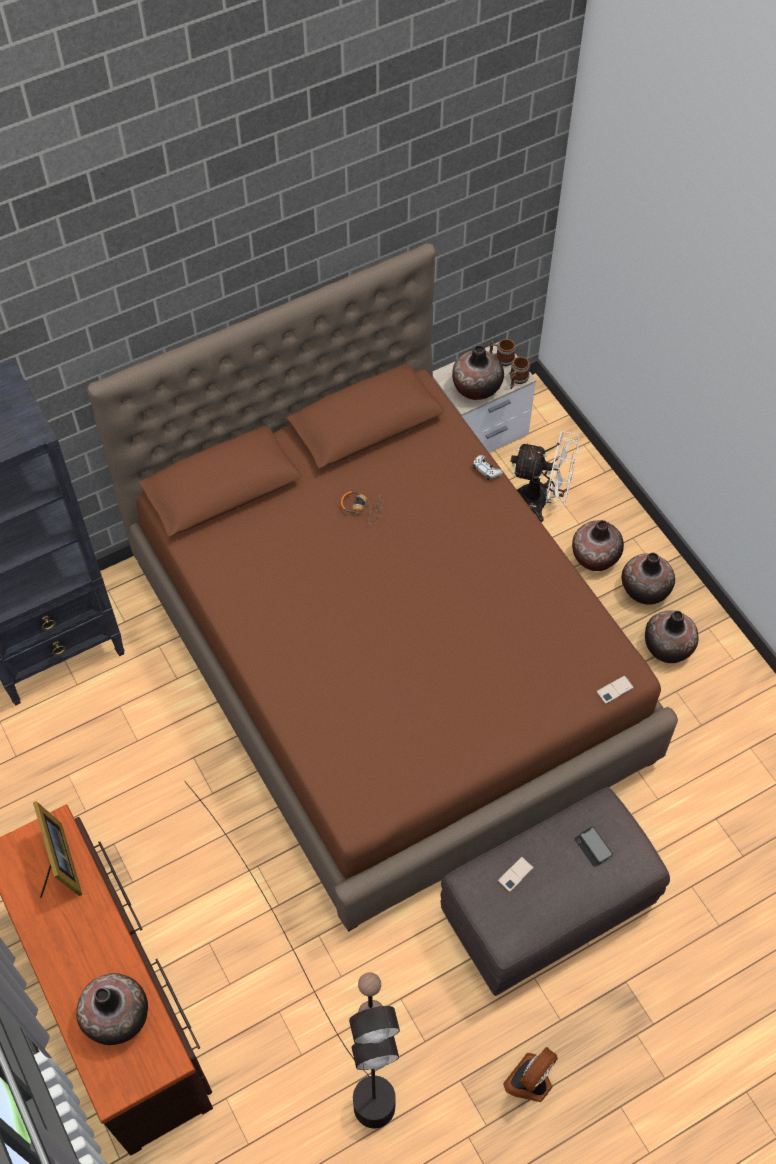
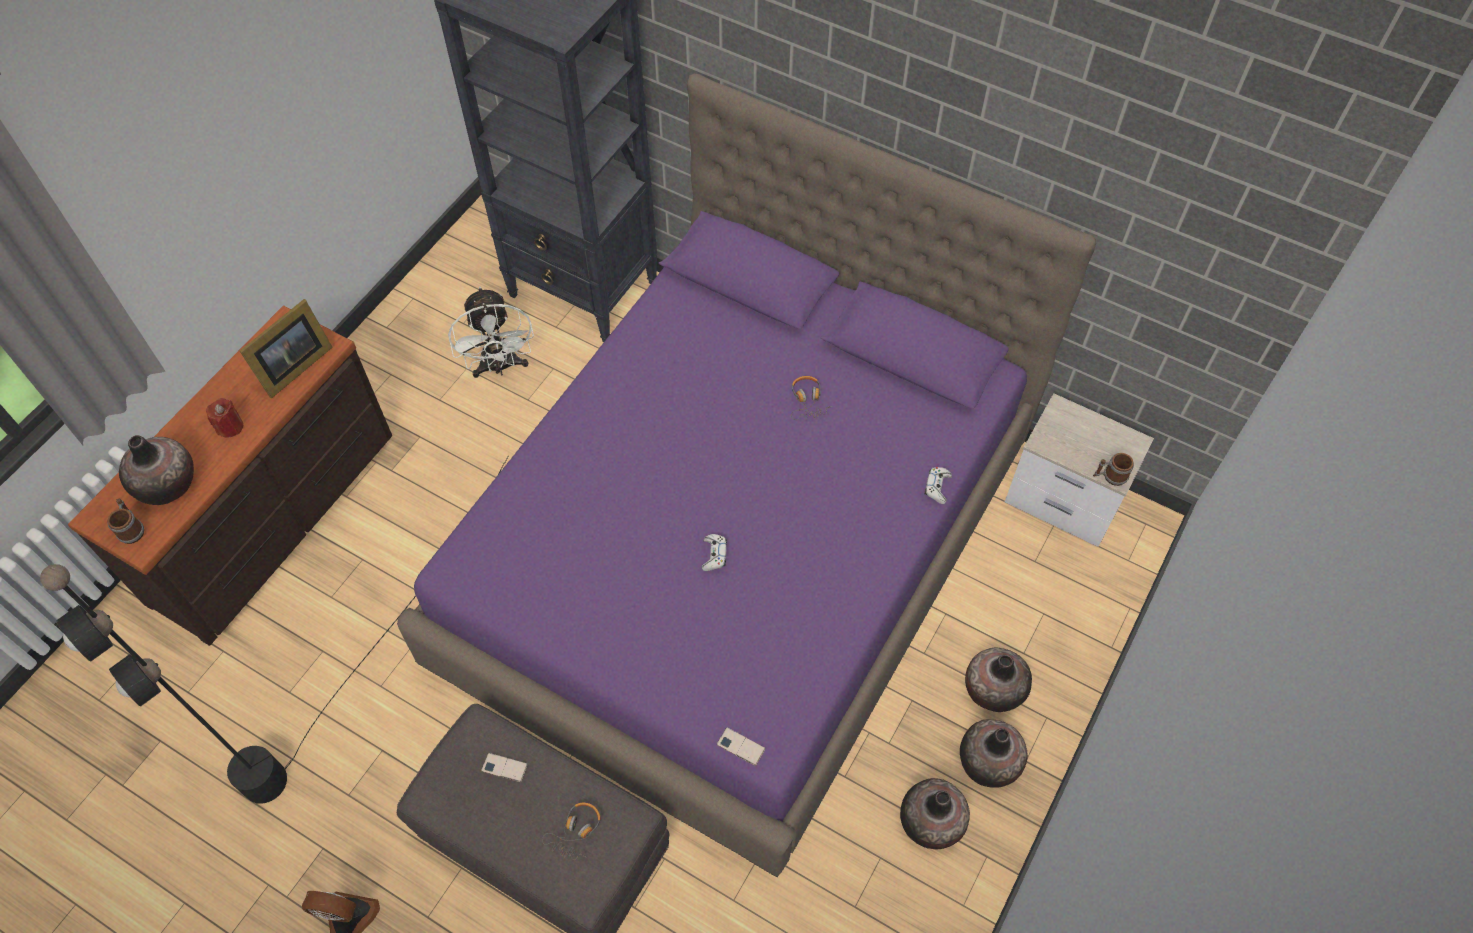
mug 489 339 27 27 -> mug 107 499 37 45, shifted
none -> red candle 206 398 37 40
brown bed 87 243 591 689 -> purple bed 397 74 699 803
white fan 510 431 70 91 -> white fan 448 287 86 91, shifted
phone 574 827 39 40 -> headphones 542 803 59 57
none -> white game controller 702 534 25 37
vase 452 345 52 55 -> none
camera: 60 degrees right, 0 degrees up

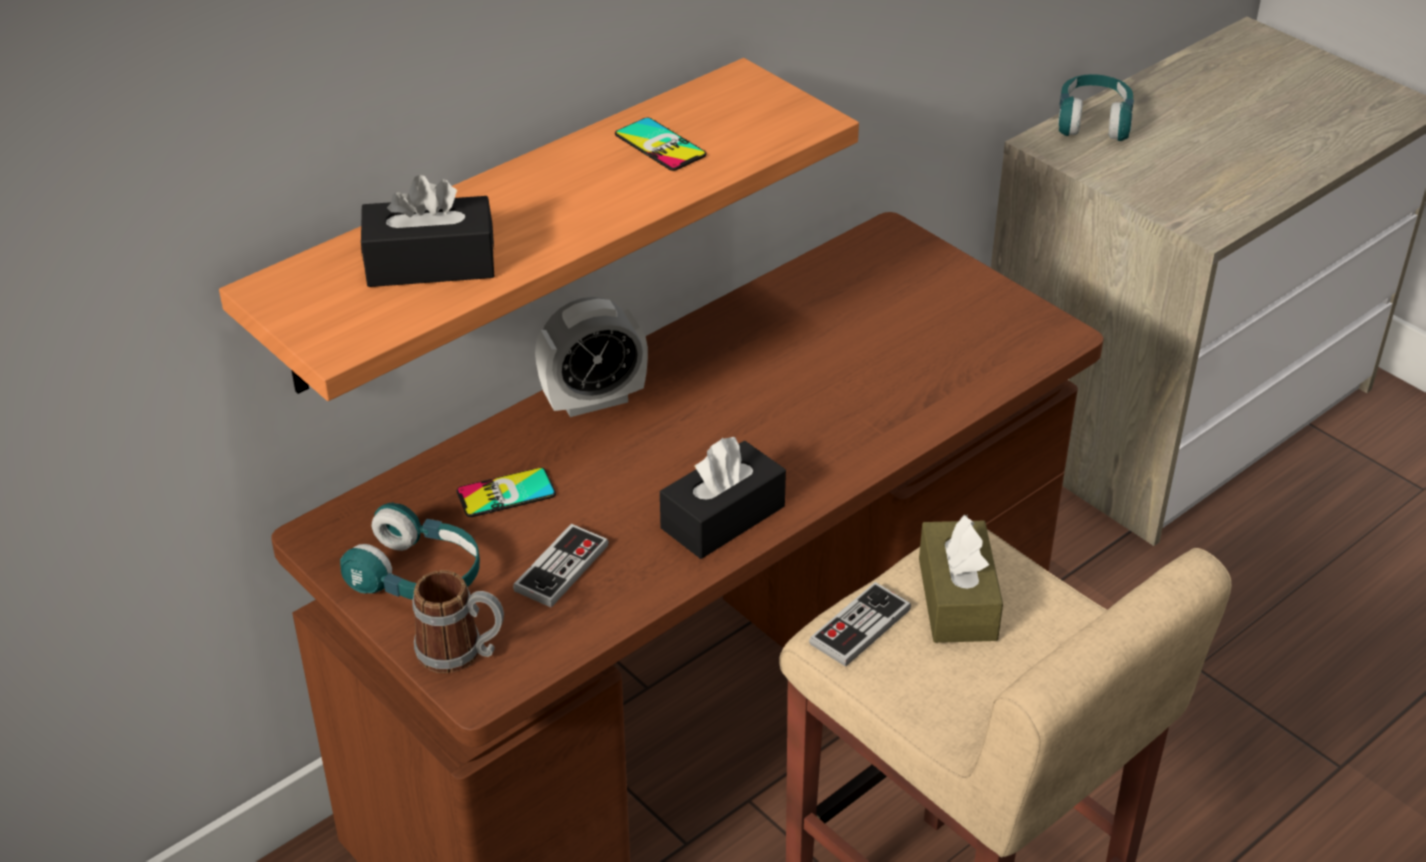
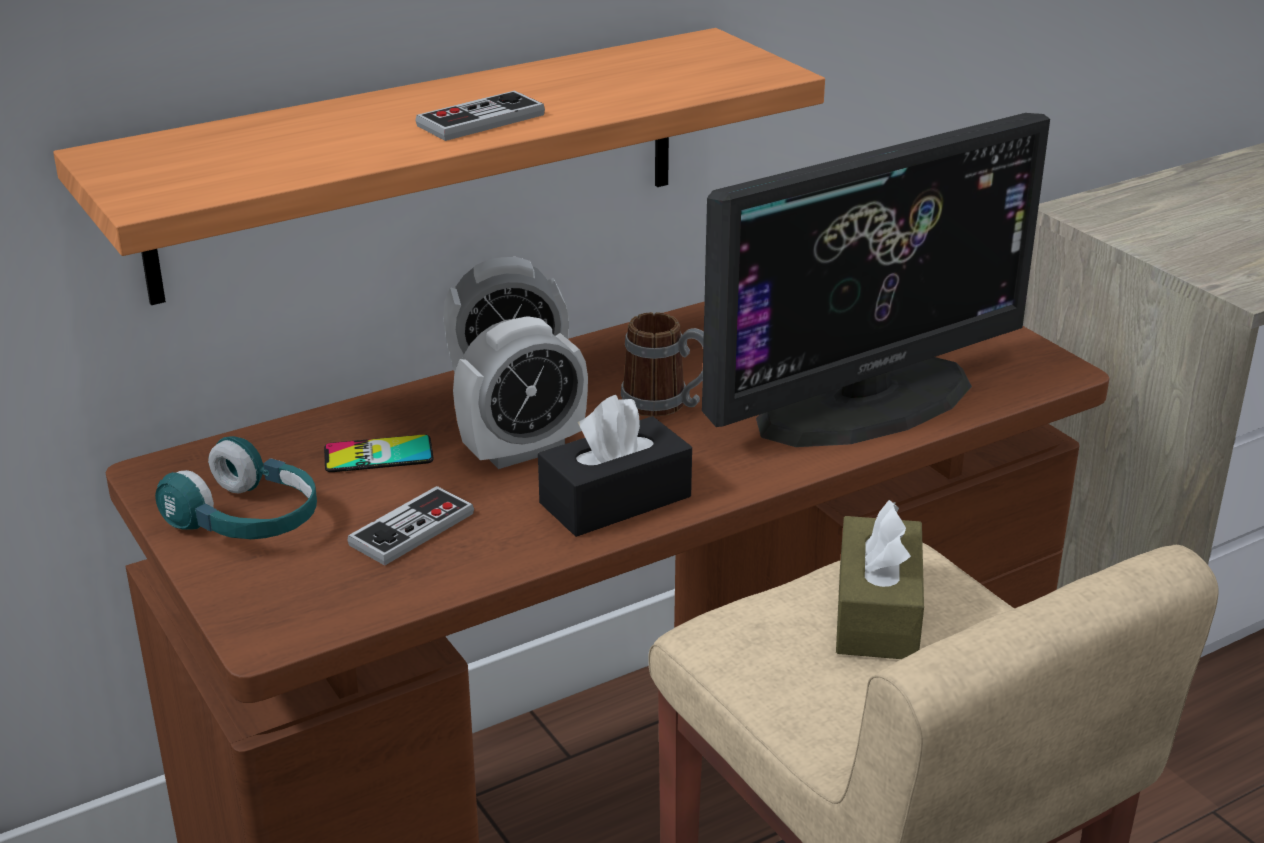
game controller 809 582 102 85 -> game controller 415 90 130 51, shifted
none -> alarm clock 453 316 135 153
mug 412 570 92 103 -> mug 621 312 83 105, shifted
none -> monitor 702 113 348 334
black tissue box 361 175 134 112 -> none
phone 615 118 91 53 -> none
turquoise headphones 1058 74 76 67 -> none
camera: 10 degrees right, 10 degrees down

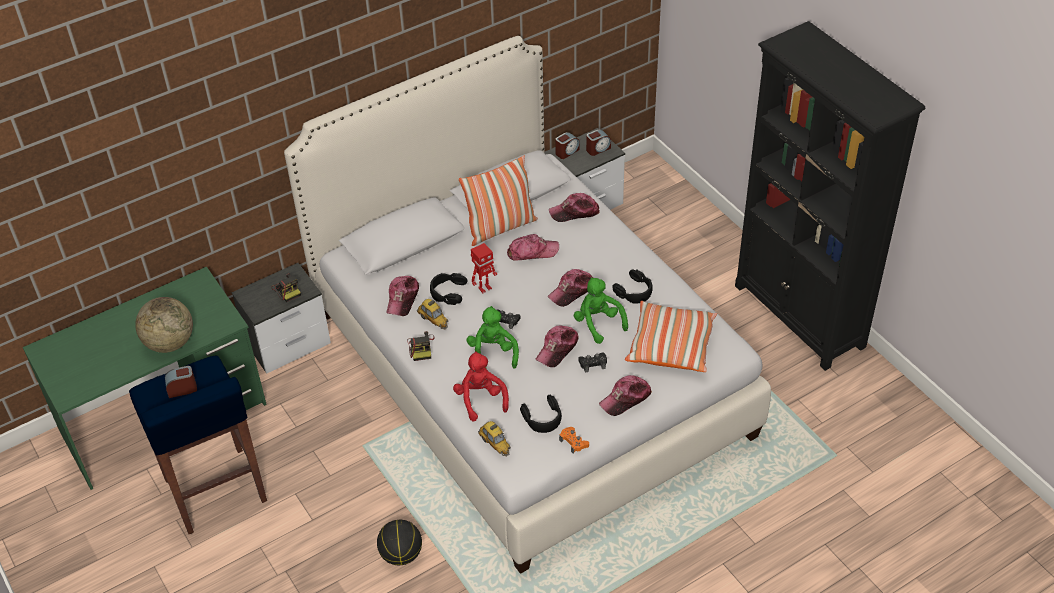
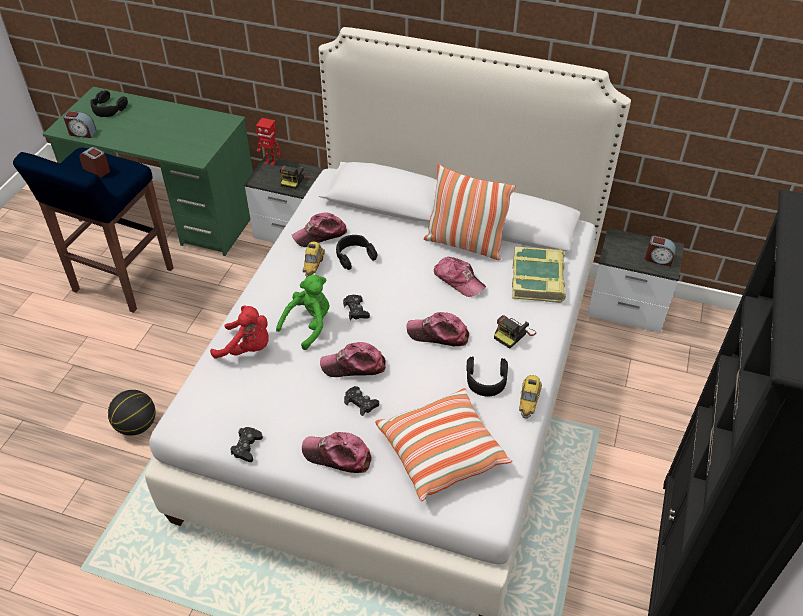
alarm clock 555 132 25 27 -> alarm clock 63 111 33 27, shifted
black headphones 520 394 42 39 -> black headphones 90 90 38 27, shifted
red plush toy 453 351 56 71 -> red plush toy 210 305 59 53, 75 degrees clockwise
orange game controller 559 427 30 27 -> black game controller 230 427 33 35
toy robot 471 243 26 51 -> toy robot 256 118 25 48, shifted
photo camera 407 331 28 30 -> photo camera 494 315 42 34, shifted
cap 549 193 51 29 -> book 512 247 54 56
toy car 478 421 33 35 -> toy car 519 375 23 44, shifted
globe 135 297 58 56 -> none
green plush toy 574 277 54 67 -> none
camera: 50 degrees right, 0 degrees up

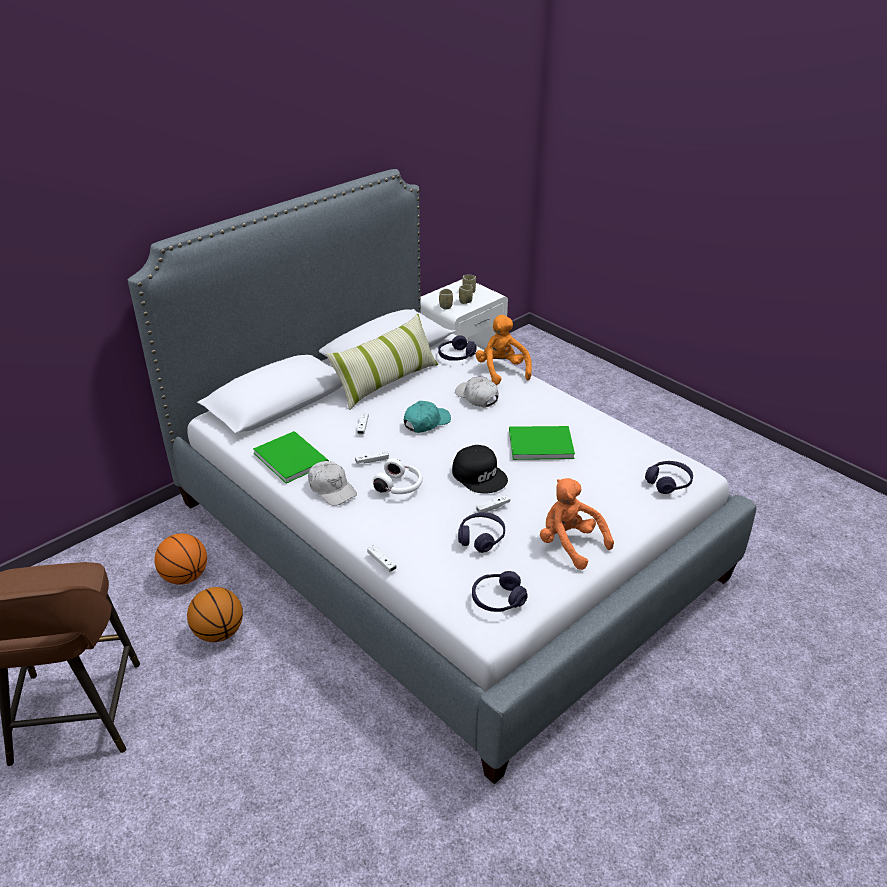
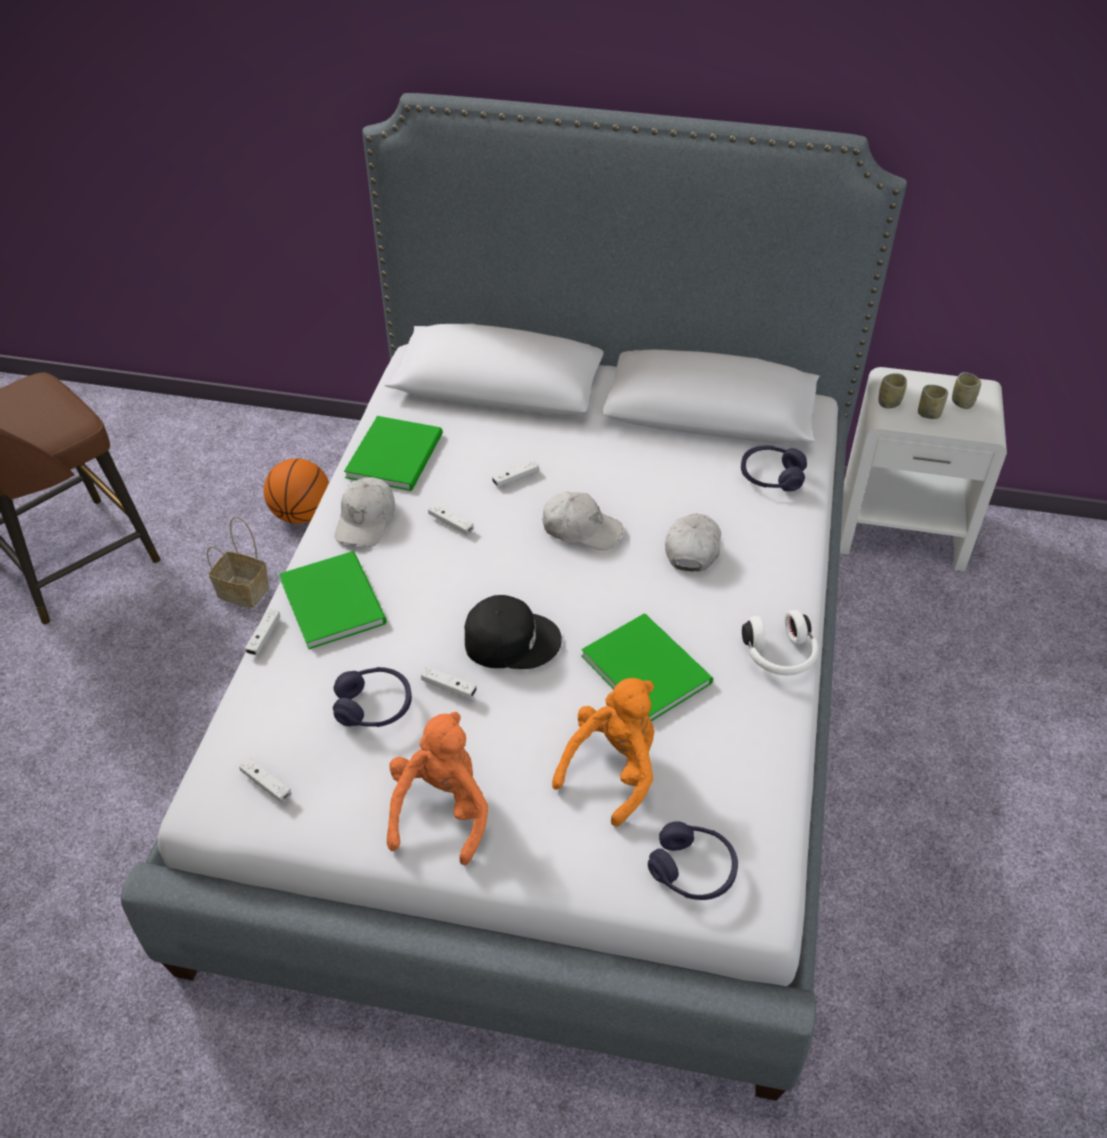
basketball 187 587 56 55 -> basket 207 517 62 91
purple headphones 472 571 56 41 -> white game controller 239 758 52 45
none -> green book 279 551 108 98
black cap 452 445 56 49 -> black cap 464 595 98 74, 105 degrees counterclockwise
turquoise cap 404 401 47 32 -> white cap 543 492 80 58
orange plush toy 475 315 57 70 -> orange plush toy 552 678 102 149, shifted
white headphones 373 458 50 36 -> white headphones 742 610 77 65, shifted
pillow 326 314 112 96 -> none
camera: 55 degrees right, 10 degrees up

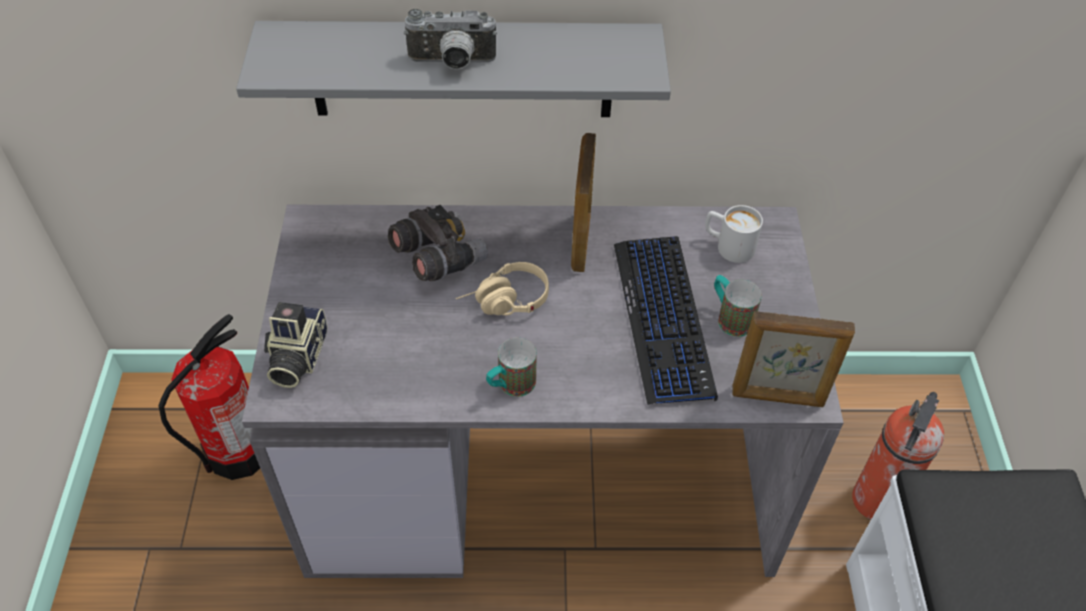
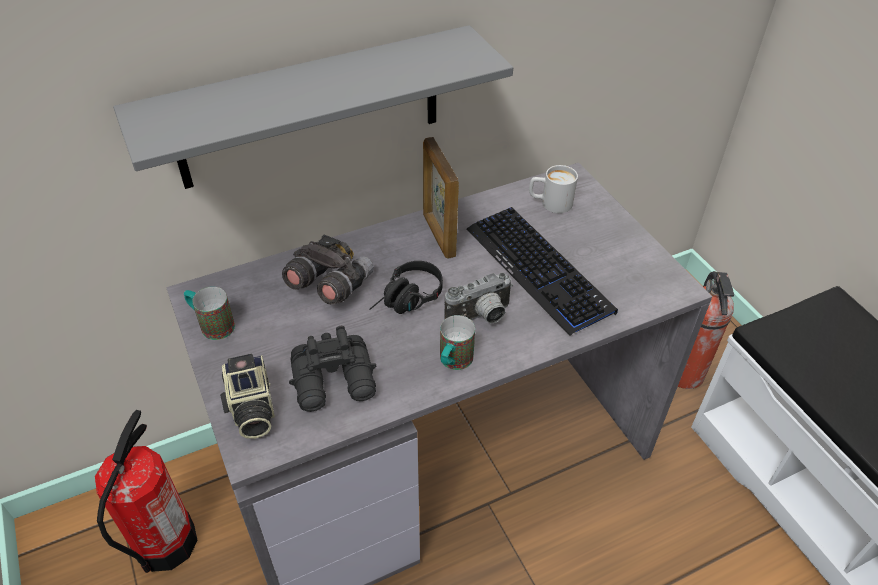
mug 714 275 48 62 -> mug 184 287 51 53, shifted
none -> black binoculars 289 326 87 86
beige headphones 456 262 93 54 -> black headphones 369 261 74 53
photo camera 404 9 93 61 -> photo camera 445 272 68 51, shifted
picture frame 732 311 123 96 -> none
camera: 25 degrees left, 5 degrees down

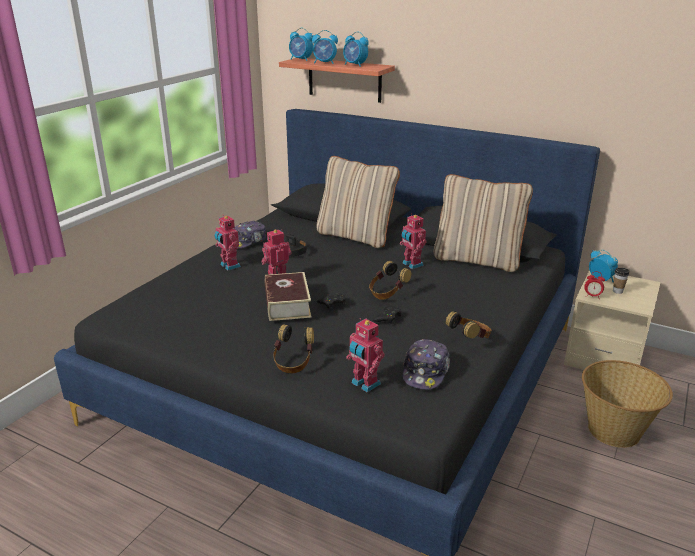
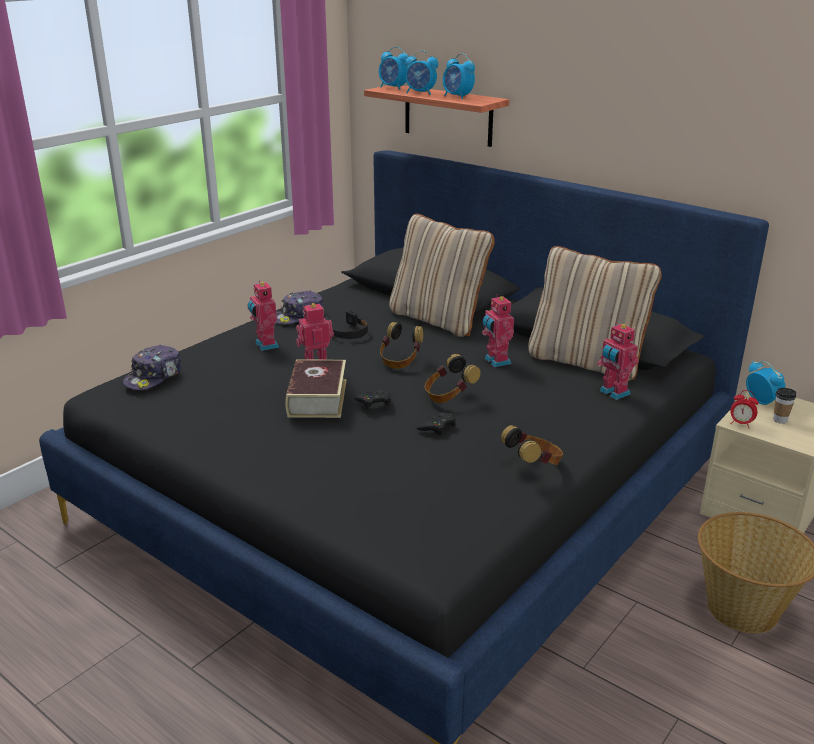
cap 403 339 47 51 -> cap 123 344 58 46, shifted
headphones 273 324 41 49 -> headphones 380 322 43 47, shifted
toy robot 346 318 39 74 -> toy robot 597 322 42 78, shifted
camera: 10 degrees right, 0 degrees up

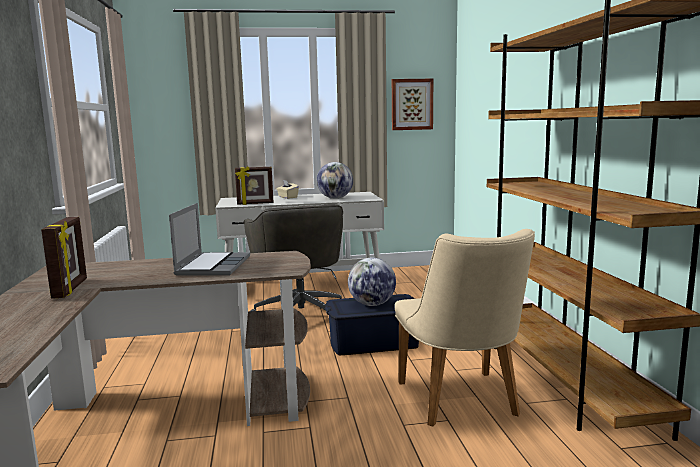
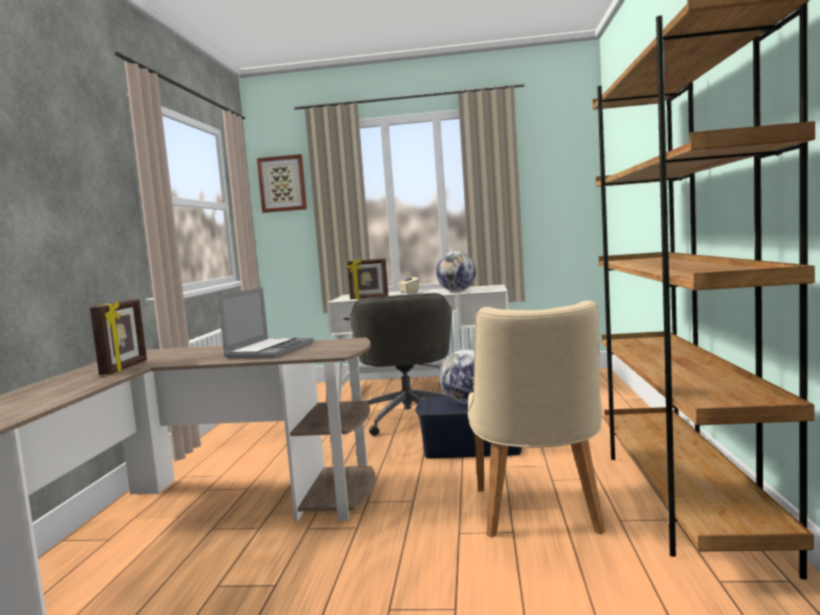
picture 392 79 41 51 -> picture 257 154 50 59, shifted
camera: 15 degrees right, 5 degrees down

